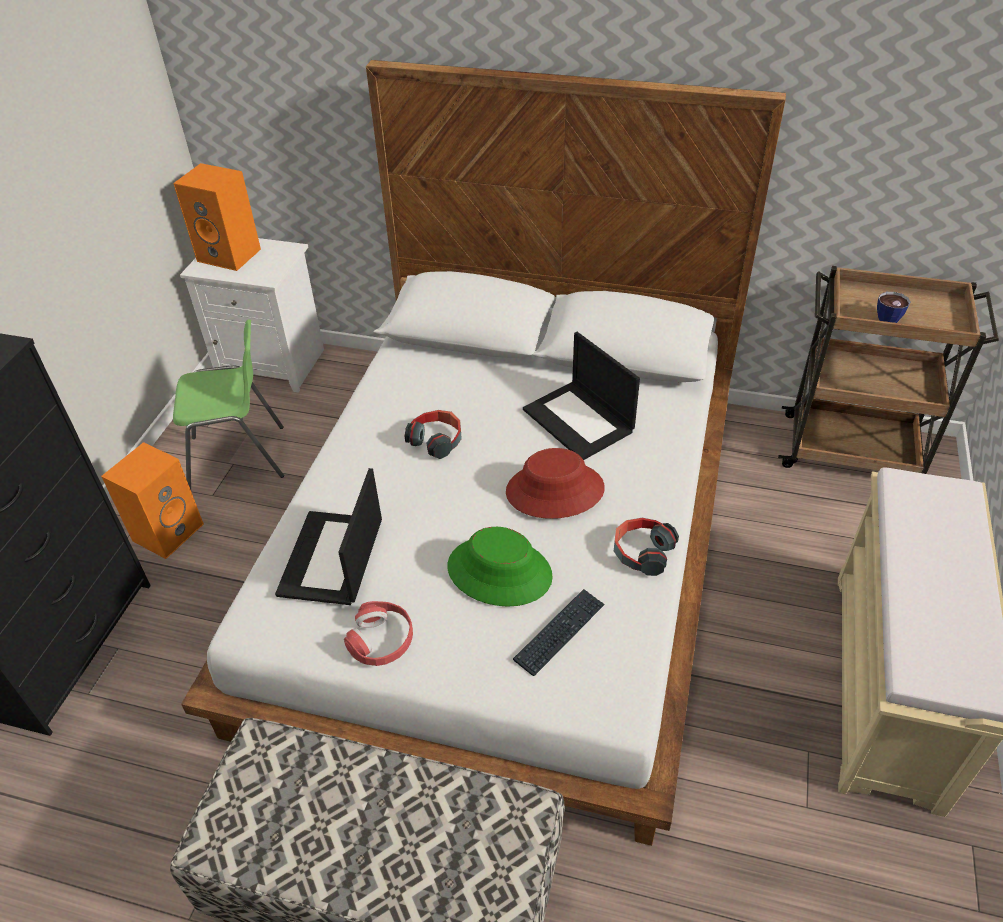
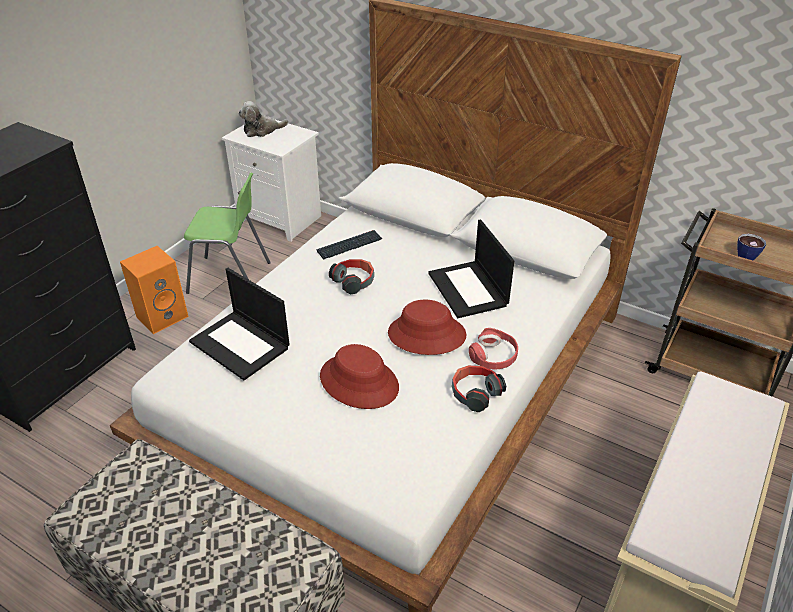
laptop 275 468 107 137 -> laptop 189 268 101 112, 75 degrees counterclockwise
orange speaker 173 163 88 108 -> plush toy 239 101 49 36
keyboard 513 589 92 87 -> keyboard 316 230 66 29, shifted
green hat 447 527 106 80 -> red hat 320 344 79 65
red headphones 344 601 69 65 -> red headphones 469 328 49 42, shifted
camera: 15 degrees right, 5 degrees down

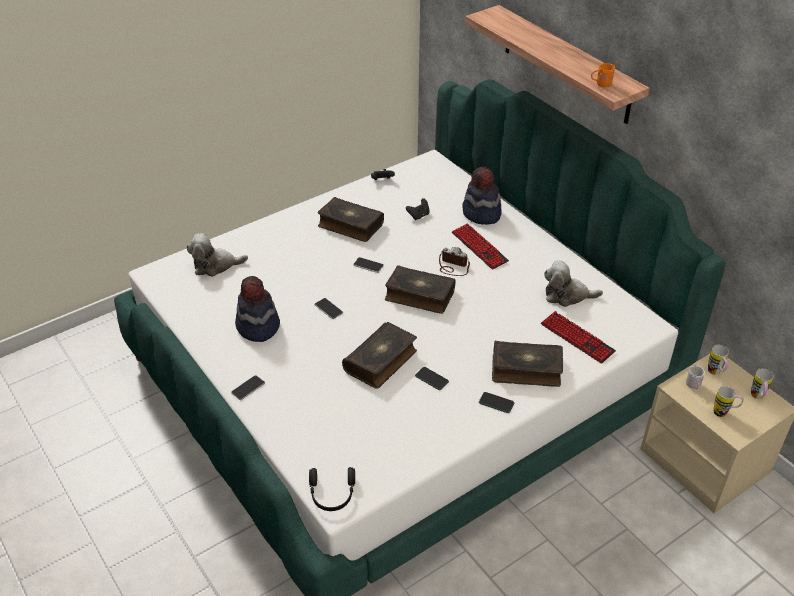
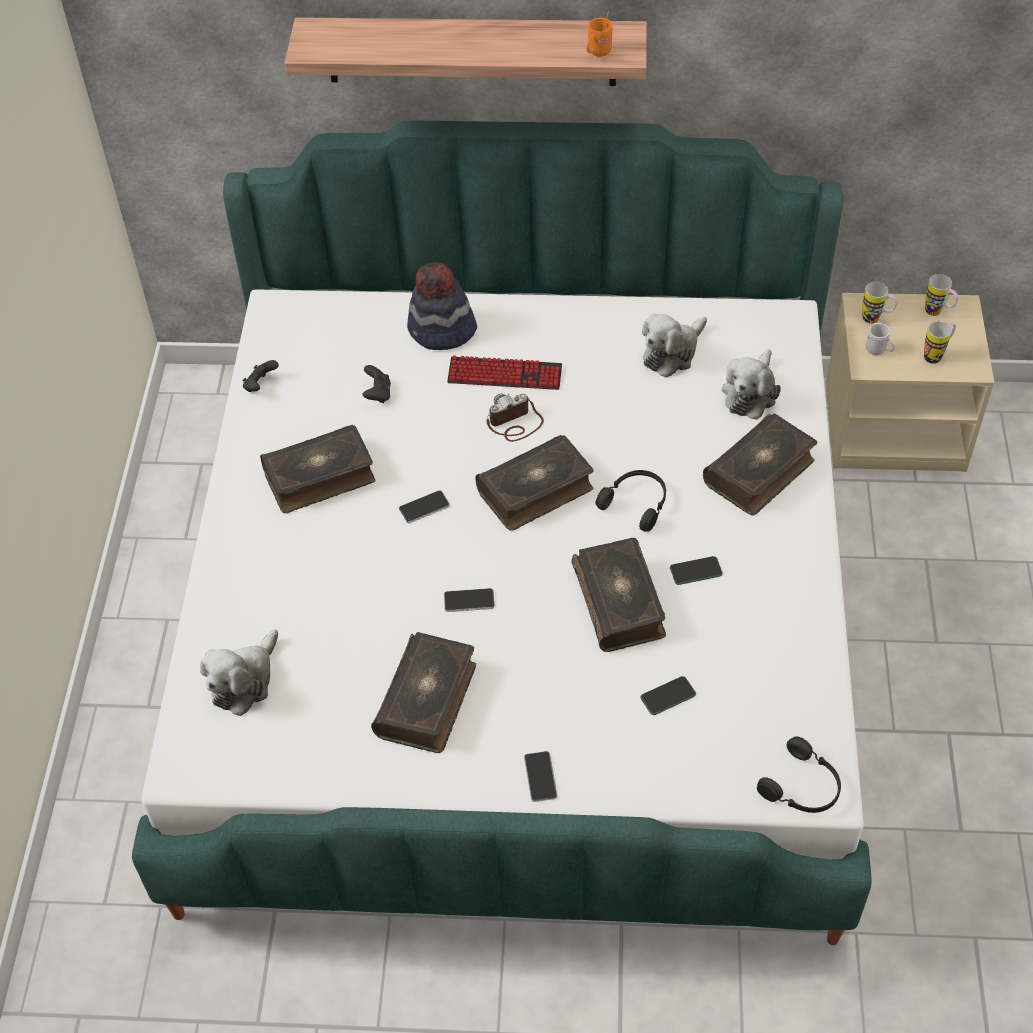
hat 235 276 45 66 -> book 371 632 105 121
none -> black headphones 596 470 70 62
phone 479 392 35 21 -> phone 640 676 56 39, shifted
keyboard 541 311 75 53 -> plush toy 722 349 59 71
camera: 50 degrees left, 10 degrees up

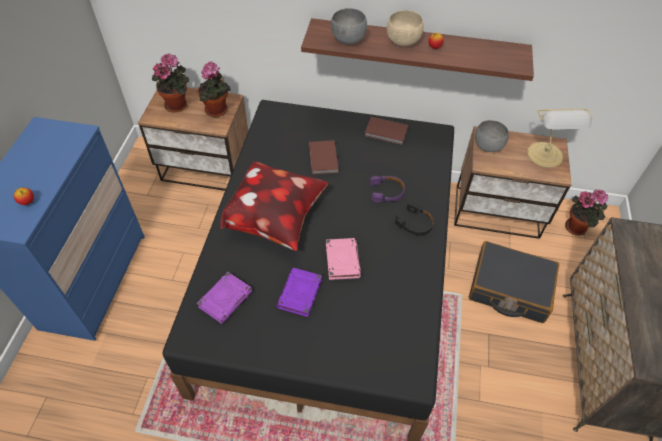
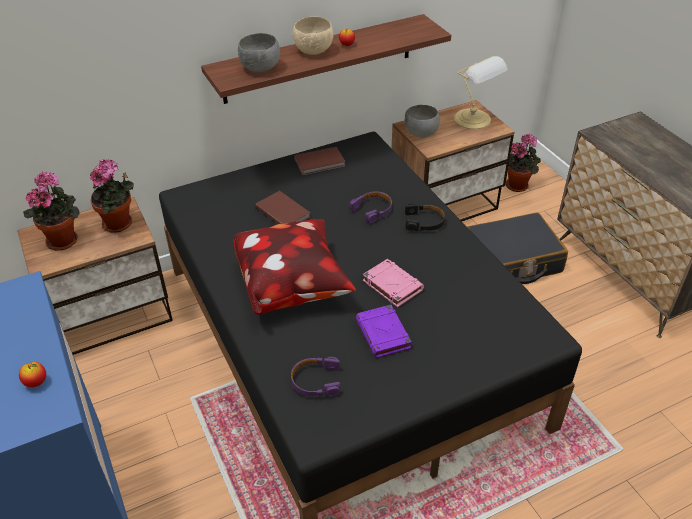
purple book 197 272 56 52 -> purple headphones 291 357 50 40
camera: 35 degrees left, 10 degrees down

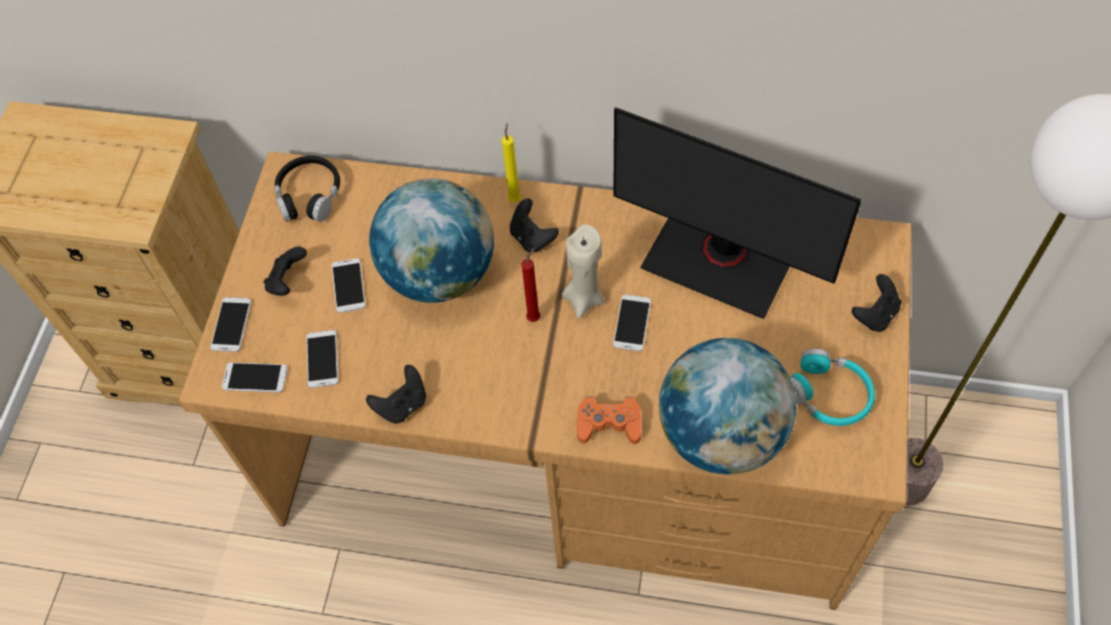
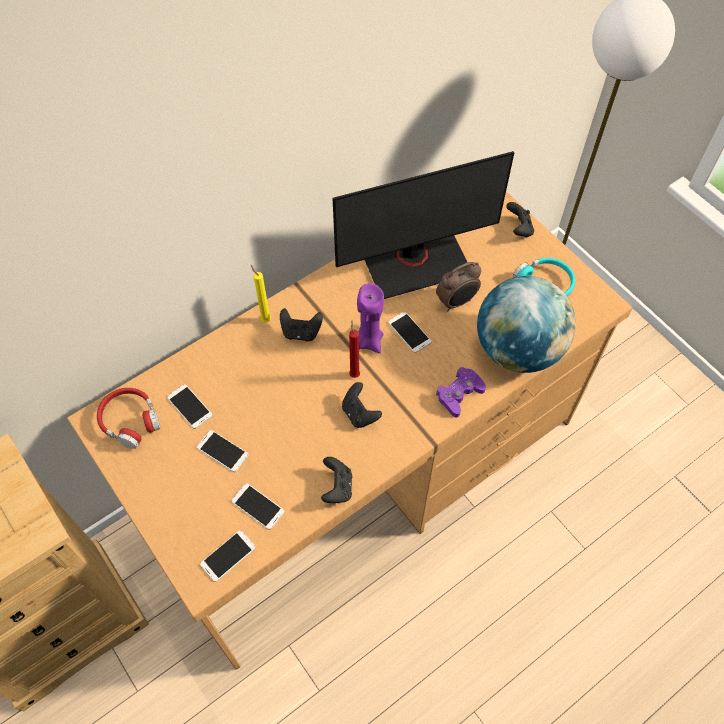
black headphones 274 156 66 66 -> red headphones 97 388 63 61
phone 210 297 42 55 -> phone 167 384 45 45, shifted
black game controller 263 247 44 49 -> black game controller 342 382 40 46, shifted
beige candle 562 224 42 94 -> purple candle 357 283 27 71
none -> alarm clock 436 262 45 49
orange game controller 577 396 64 48 -> purple game controller 436 367 50 50
globe 369 178 125 125 -> none
camera: 50 degrees left, 0 degrees up

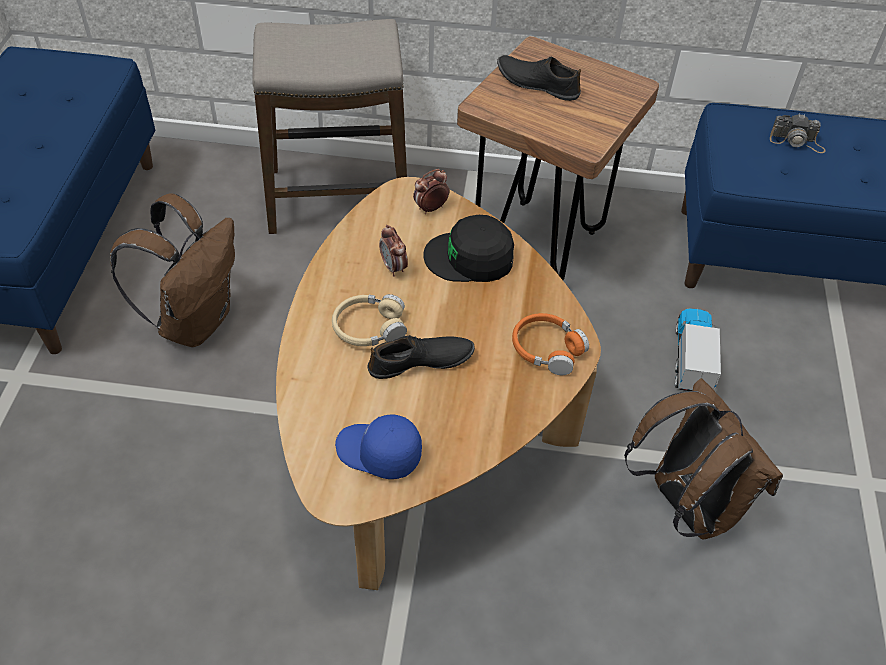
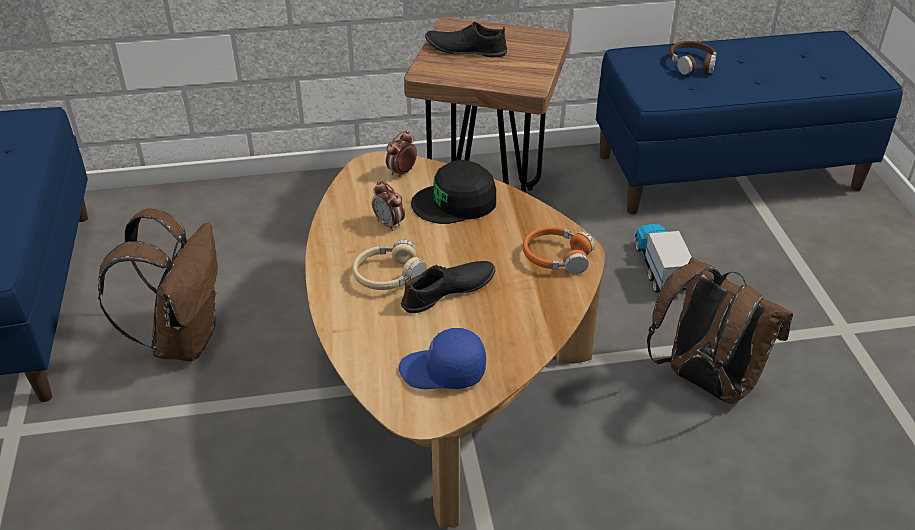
photo camera 770 113 56 40 -> brown headphones 669 41 47 34
stool 252 19 155 215 -> none
camera: 15 degrees left, 10 degrees down

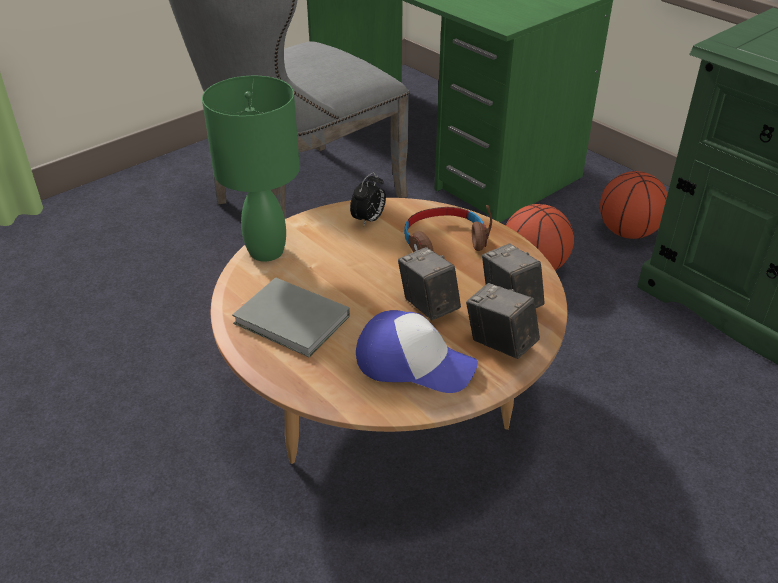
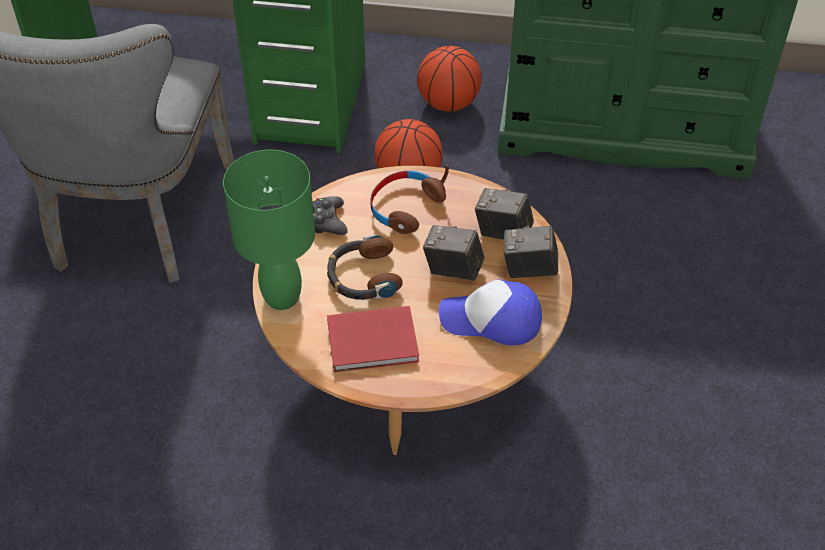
alarm clock 350 172 36 55 -> black game controller 312 196 36 39
none -> headphones 327 234 76 66
grey book 232 277 118 80 -> red book 327 306 92 66
cap 356 310 122 83 -> cap 439 279 103 66, 150 degrees counterclockwise
camera: 40 degrees left, 10 degrees up

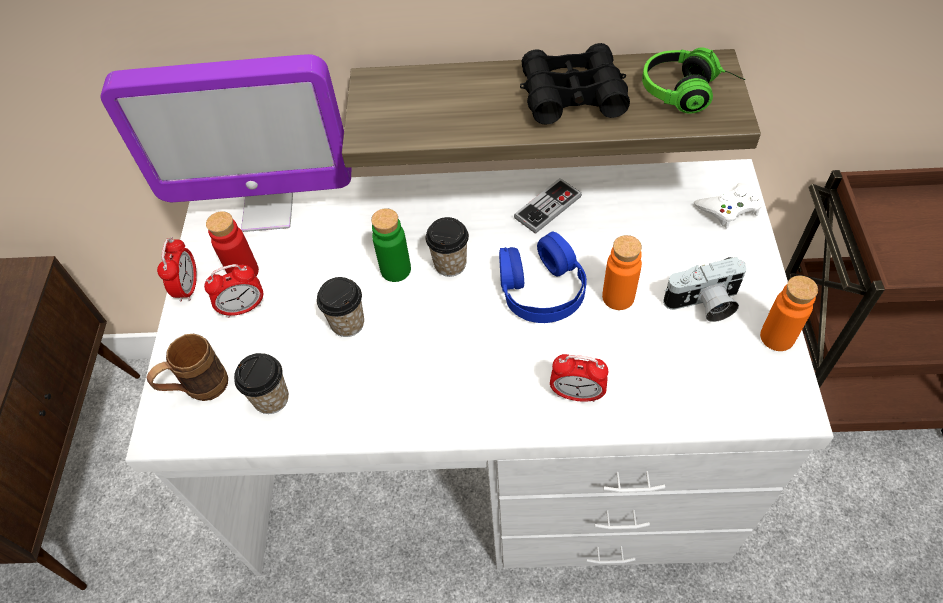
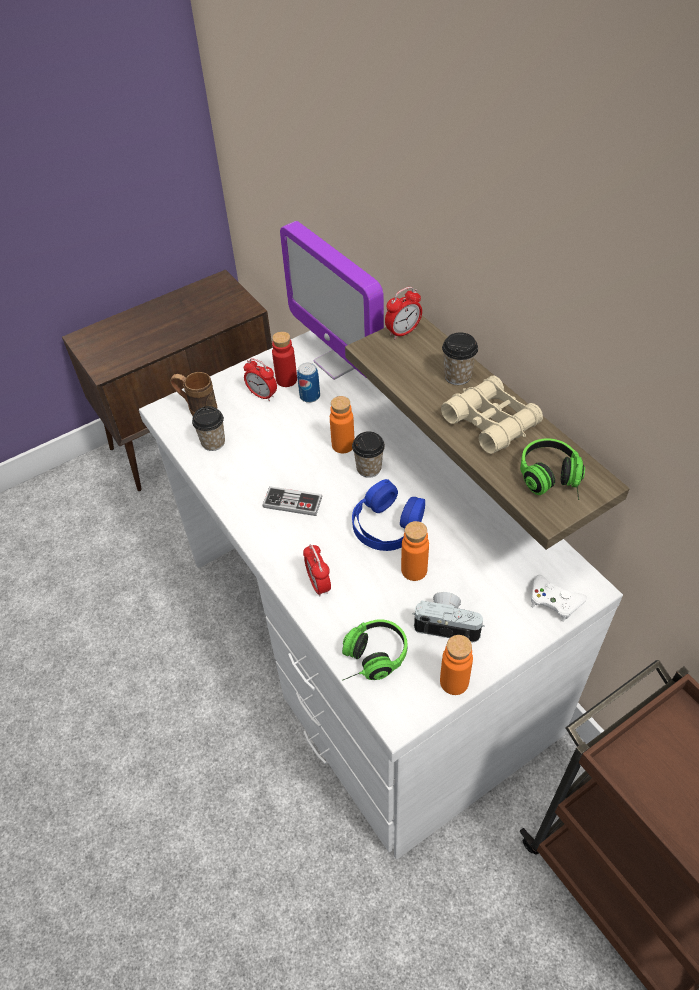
game controller 514 178 68 56 -> game controller 263 486 59 30, shifted
none -> can 297 363 23 40
green bottle 371 208 40 74 -> orange bottle 330 396 24 57
none -> headphones 342 619 65 62
alarm clock 157 237 40 64 -> alarm clock 385 287 37 52, shifted
photo camera 663 257 84 65 -> photo camera 412 592 73 50, 150 degrees clockwise
black binoculars 520 43 110 82 -> beige binoculars 441 376 102 78
cup 317 277 47 60 -> cup 442 332 36 53, shifted
camera: 55 degrees right, 5 degrees down

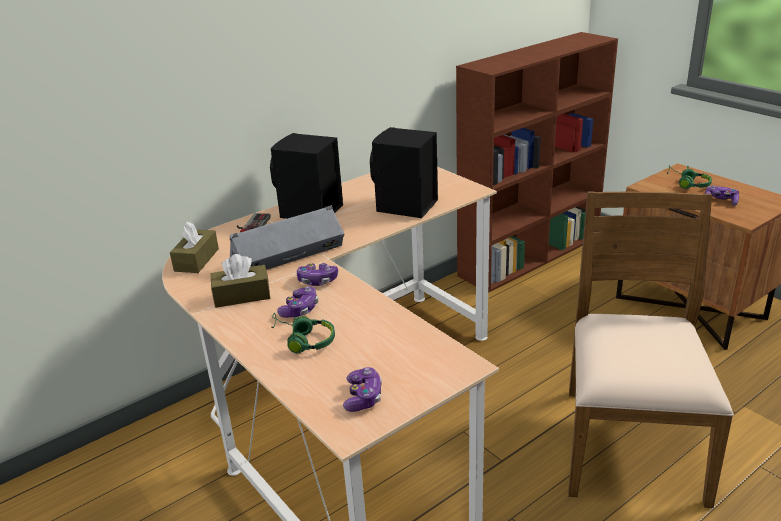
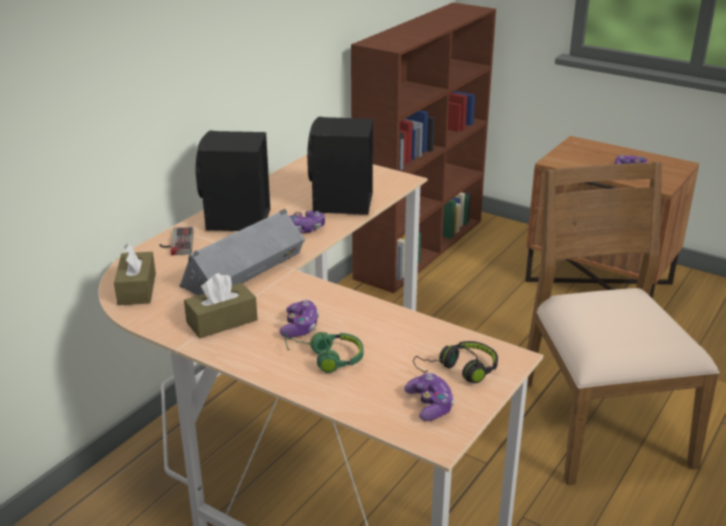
game controller 297 263 41 23 -> game controller 289 211 36 22, shifted
none -> black headphones 413 341 85 42
green headphones 667 165 45 24 -> none
camera: 20 degrees left, 0 degrees up

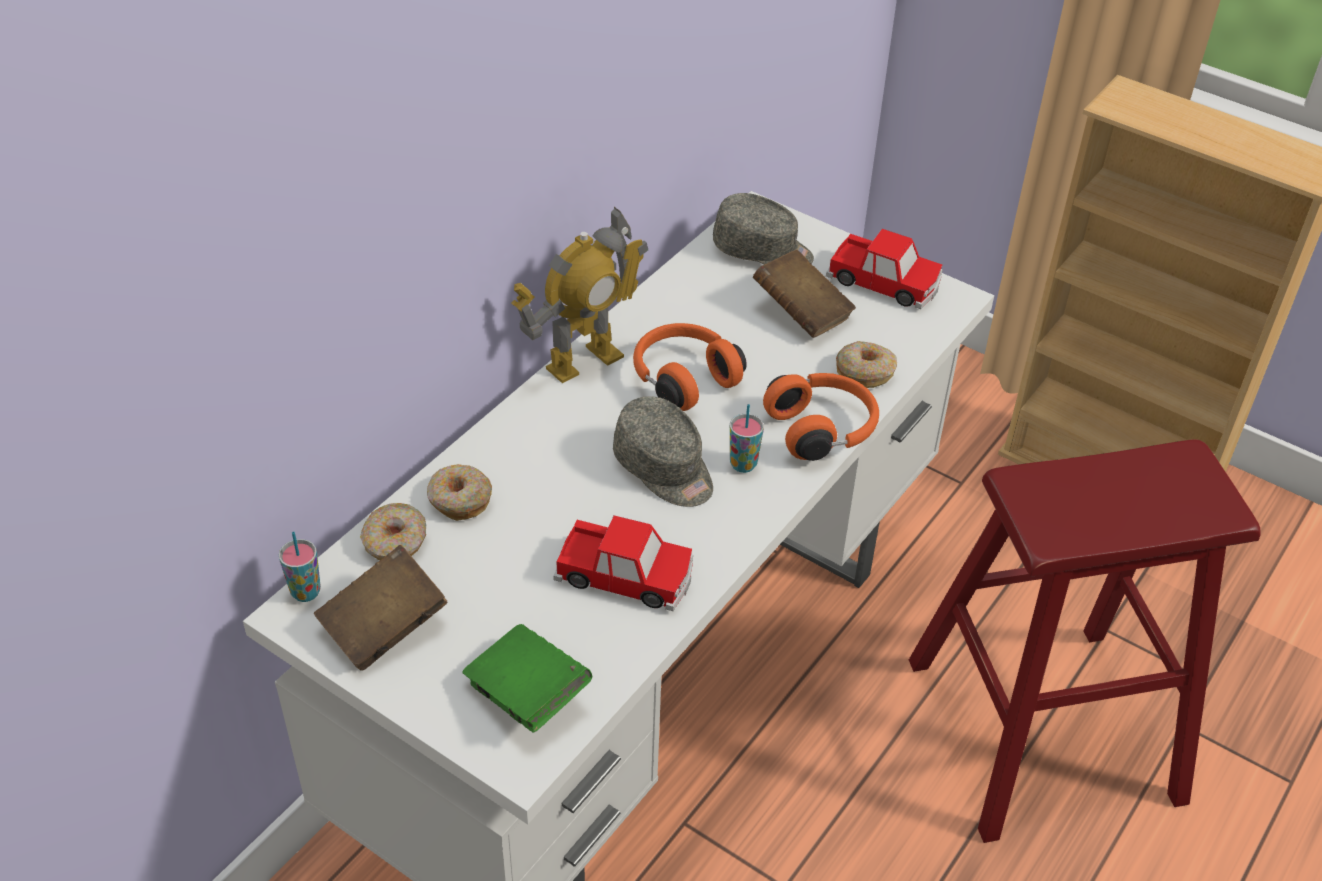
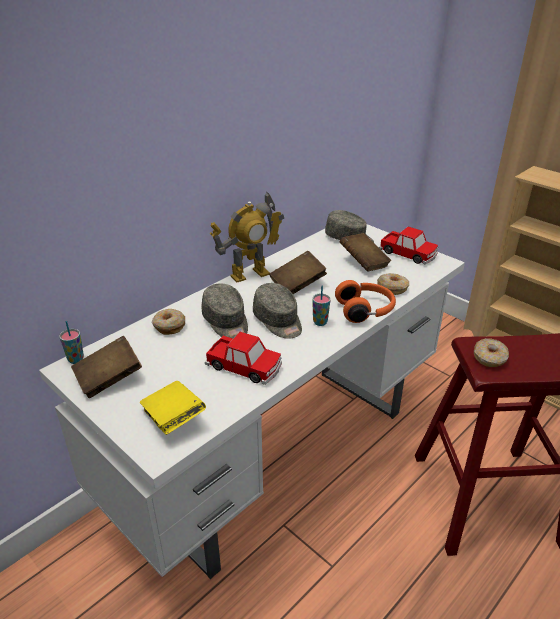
green book 462 624 130 109 -> yellow book 140 381 66 54
none -> grey cap 201 284 47 54
orange headphones 633 323 114 88 -> brown book 269 251 58 43
donut 360 503 66 58 -> donut 474 338 35 29, shifted
camera: 10 degrees right, 10 degrees down

